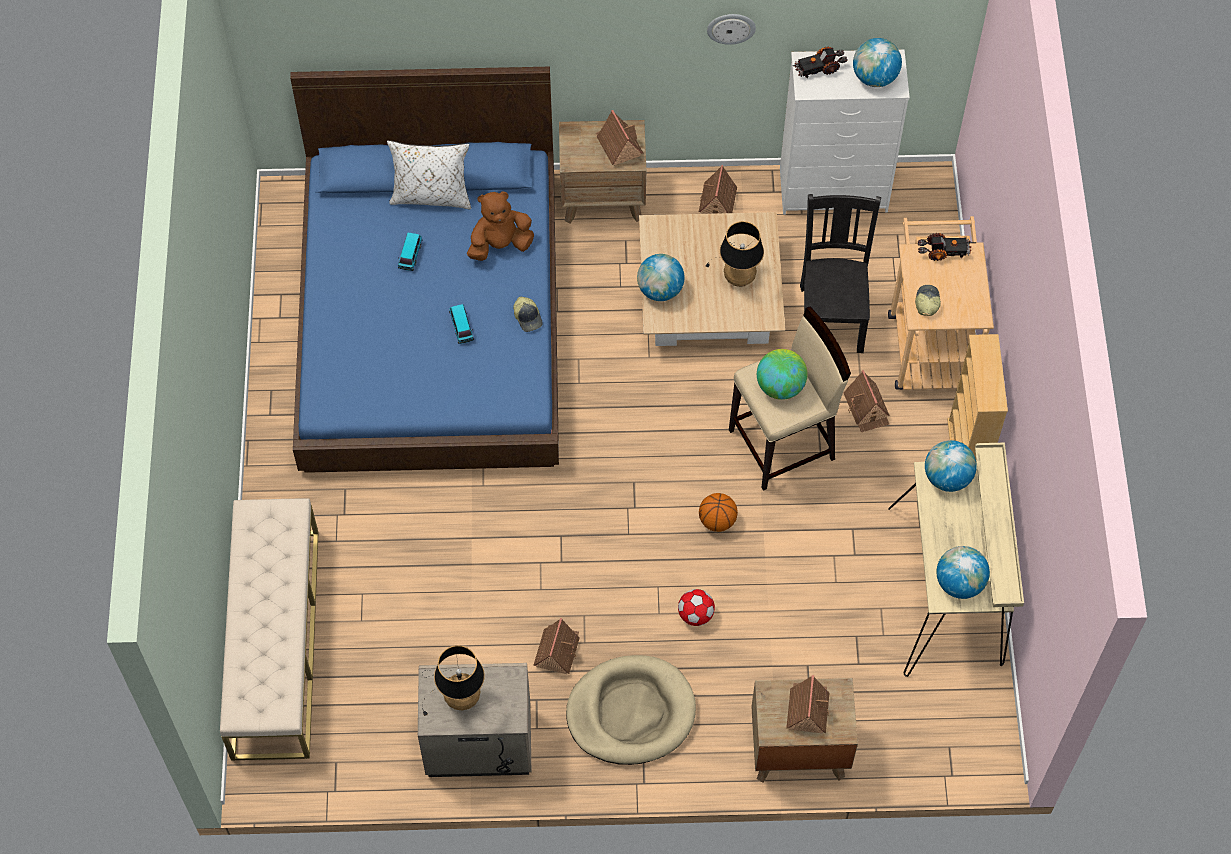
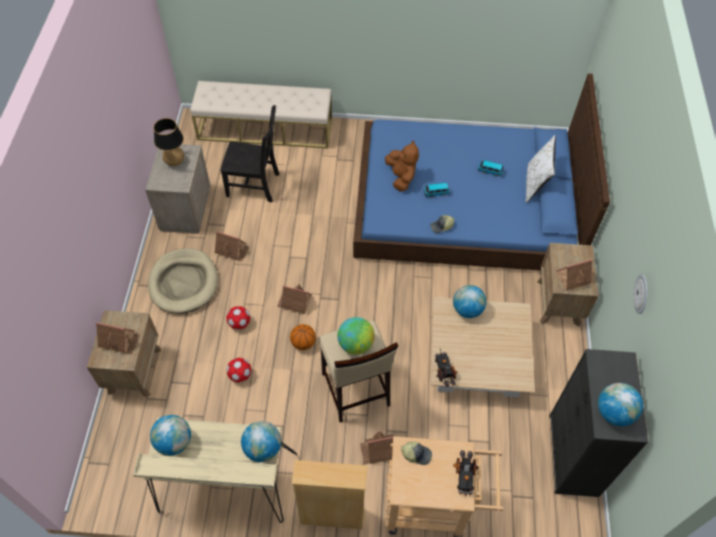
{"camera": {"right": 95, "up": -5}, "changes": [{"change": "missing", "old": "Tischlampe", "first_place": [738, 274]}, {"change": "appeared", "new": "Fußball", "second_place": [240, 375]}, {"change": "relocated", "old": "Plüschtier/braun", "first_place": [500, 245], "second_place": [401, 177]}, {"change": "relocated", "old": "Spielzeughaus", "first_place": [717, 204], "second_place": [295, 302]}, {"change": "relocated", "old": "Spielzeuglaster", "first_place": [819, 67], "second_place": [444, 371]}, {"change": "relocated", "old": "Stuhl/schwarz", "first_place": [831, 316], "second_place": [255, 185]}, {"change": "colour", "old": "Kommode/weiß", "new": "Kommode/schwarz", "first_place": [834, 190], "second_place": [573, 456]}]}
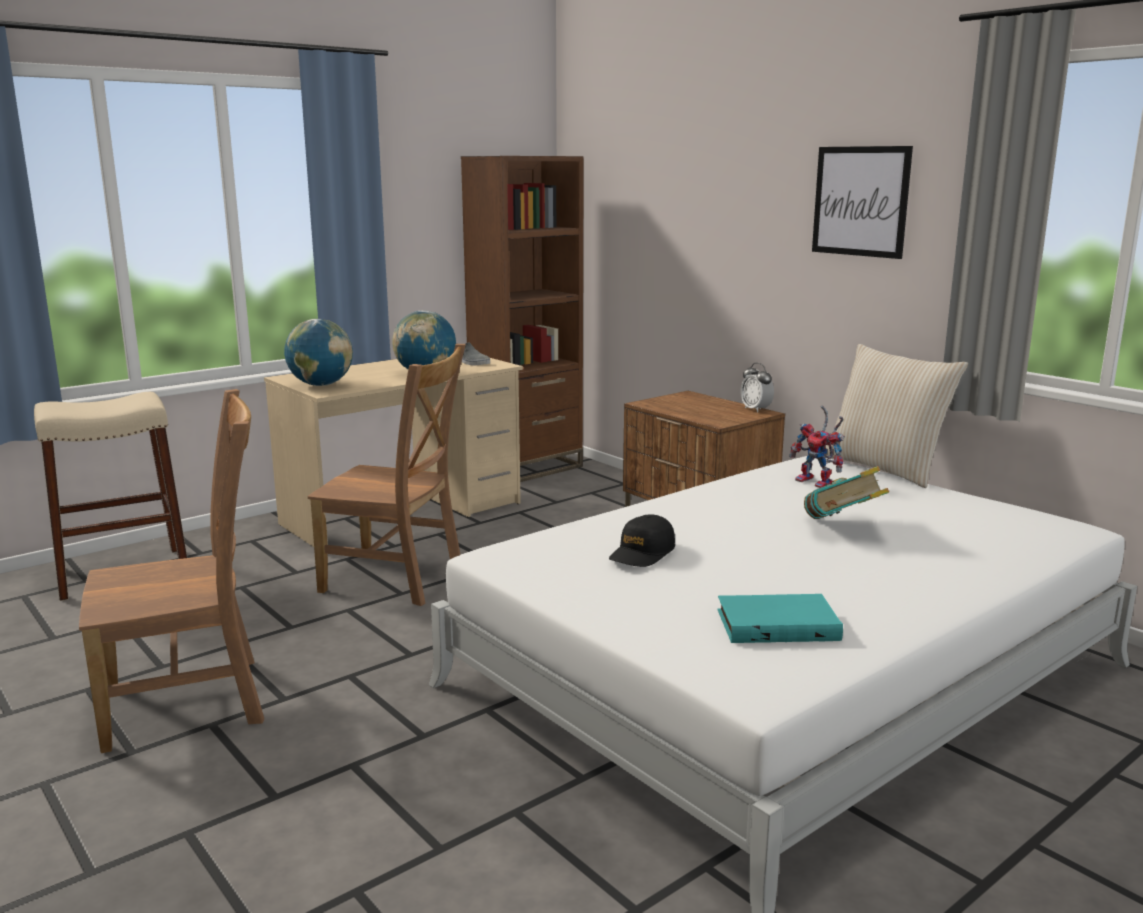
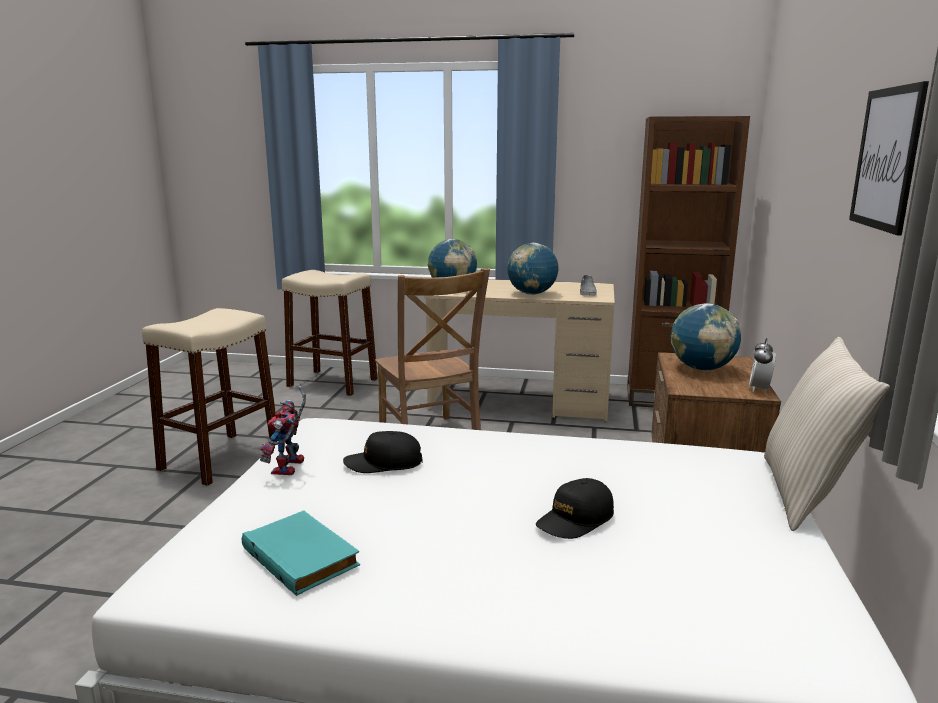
{"camera": {"right": 50, "up": 0}, "changes": [{"change": "appeared", "new": "Globus", "second_place": [702, 369]}, {"change": "relocated", "old": "Spielzeugroboter", "first_place": [818, 482], "second_place": [289, 469]}, {"change": "exchanged", "old": "Stuhl/braun", "new": "Hocker/beige", "first_place": [192, 702], "second_place": [220, 459]}, {"change": "exchanged", "old": "Buch", "new": "Kappe/schwarz", "first_place": [842, 528], "second_place": [575, 520]}]}
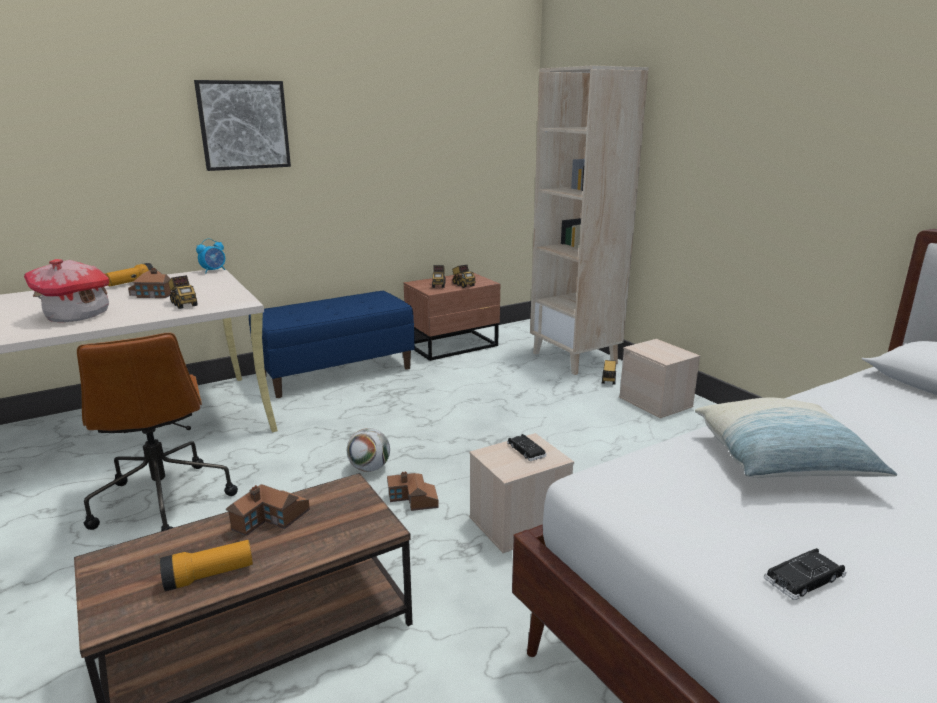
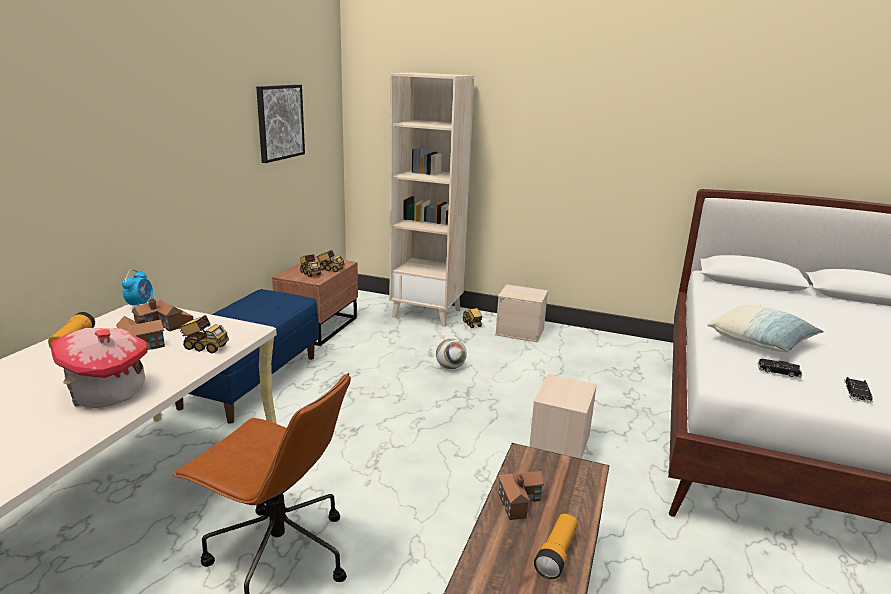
{"camera": {"right": -40, "up": 0}, "changes": [{"change": "relocated", "old": "Bild", "first_place": [244, 125], "second_place": [280, 122]}, {"change": "relocated", "old": "Fußball", "first_place": [369, 468], "second_place": [450, 367]}, {"change": "relocated", "old": "Spielzeughaus", "first_place": [413, 500], "second_place": [165, 325]}, {"change": "relocated", "old": "Spielzeugauto/schwarz", "first_place": [526, 451], "second_place": [778, 371]}]}
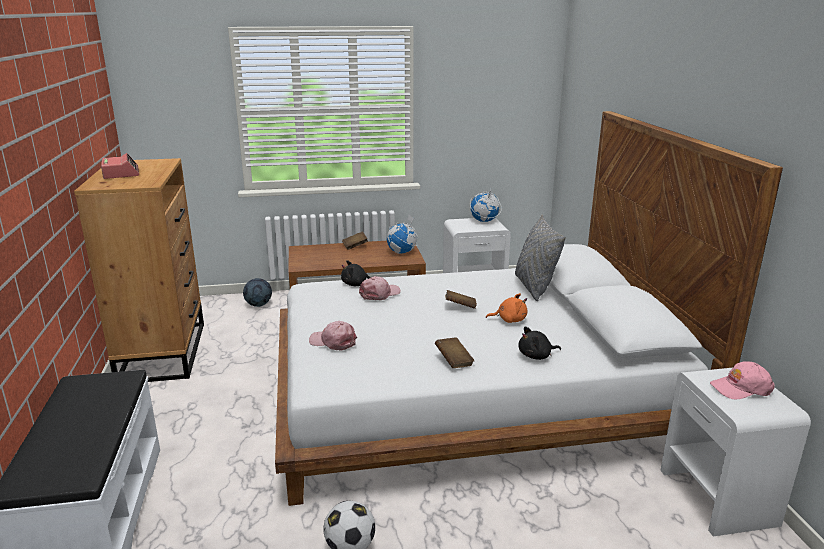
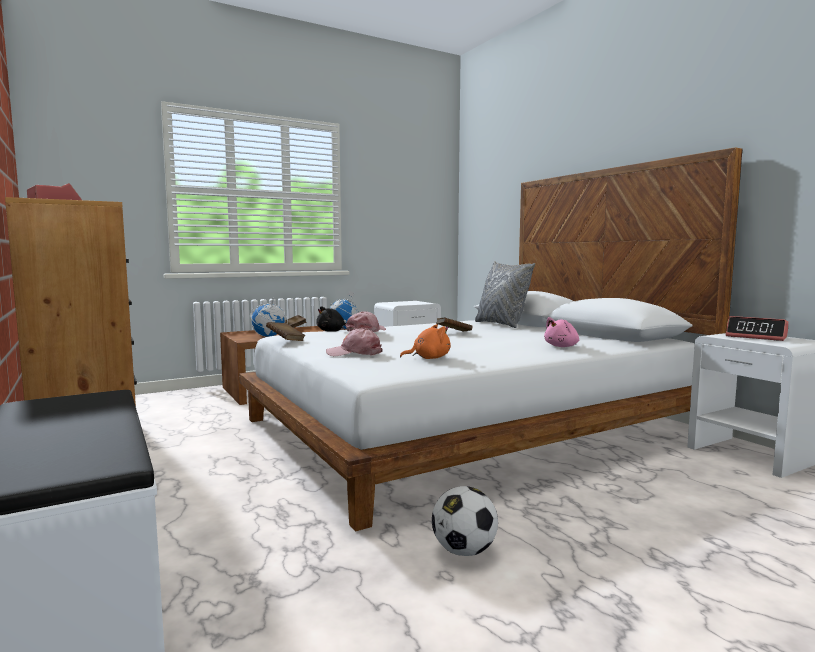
{"camera": {"right": -20, "up": -15}, "changes": [{"change": "missing", "old": "Fußball", "first_place": [259, 305]}, {"change": "relocated", "old": "Buch/braun", "first_place": [454, 361], "second_place": [285, 340]}, {"change": "relocated", "old": "Globus", "first_place": [484, 221], "second_place": [269, 336]}, {"change": "relocated", "old": "Plüschtier/orange", "first_place": [509, 320], "second_place": [428, 358]}, {"change": "exchanged", "old": "Kappe/rosa", "new": "Wecker", "first_place": [741, 388], "second_place": [756, 337]}, {"change": "colour", "old": "Plüschtier/schwarz", "new": "Plüschtier/rosa", "first_place": [536, 356], "second_place": [562, 346]}]}
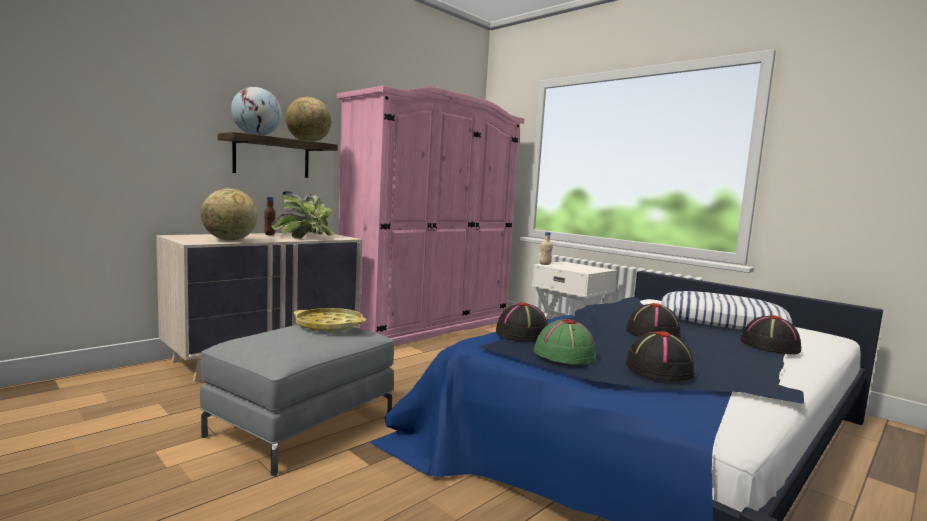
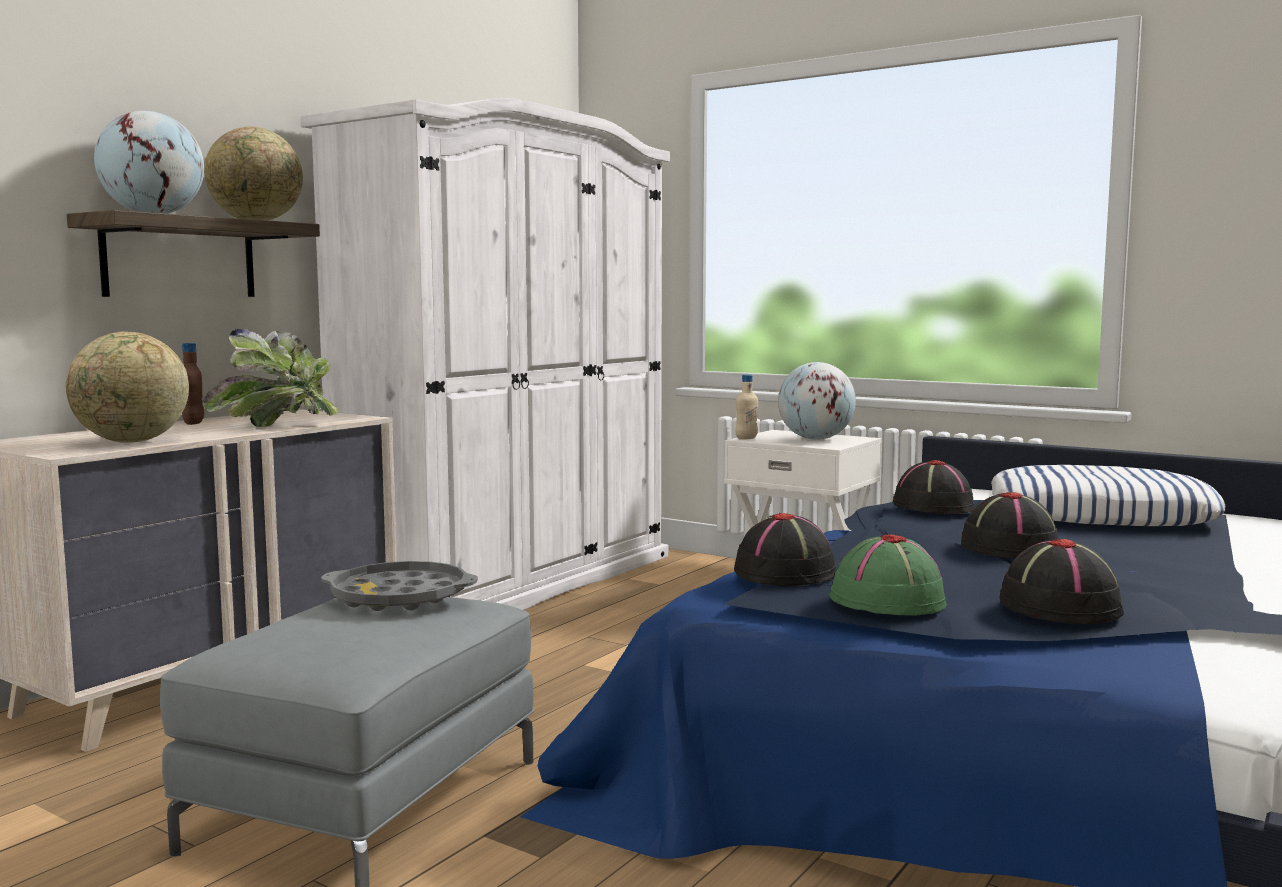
{"camera": {"right": -10, "up": 0}, "changes": [{"change": "appeared", "new": "Globus", "second_place": [815, 439]}, {"change": "relocated", "old": "Hut/schwarz", "first_place": [769, 346], "second_place": [932, 506]}, {"change": "colour", "old": "Tablett/gelb", "new": "Tablett/grau", "first_place": [329, 325], "second_place": [400, 597]}, {"change": "colour", "old": "Kleiderschrank/rosa", "new": "Kleiderschrank/weiß", "first_place": [427, 325], "second_place": [512, 583]}]}
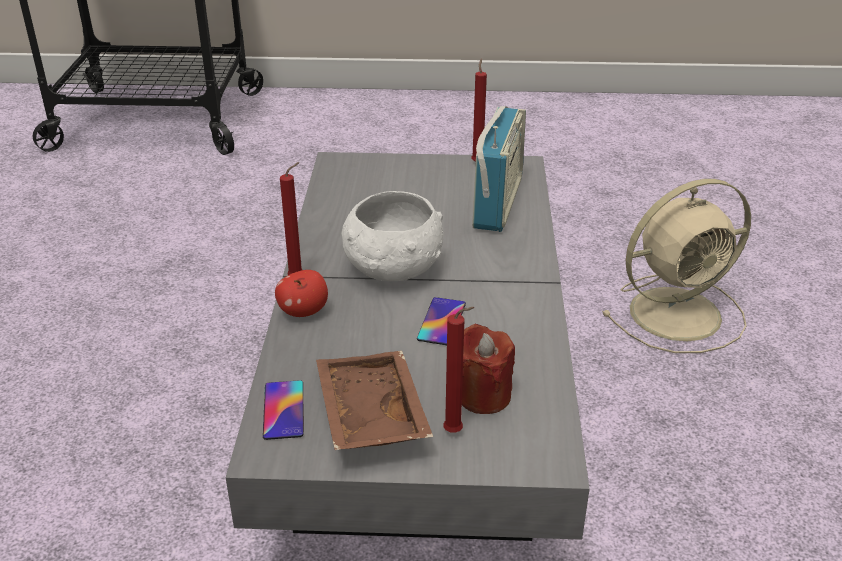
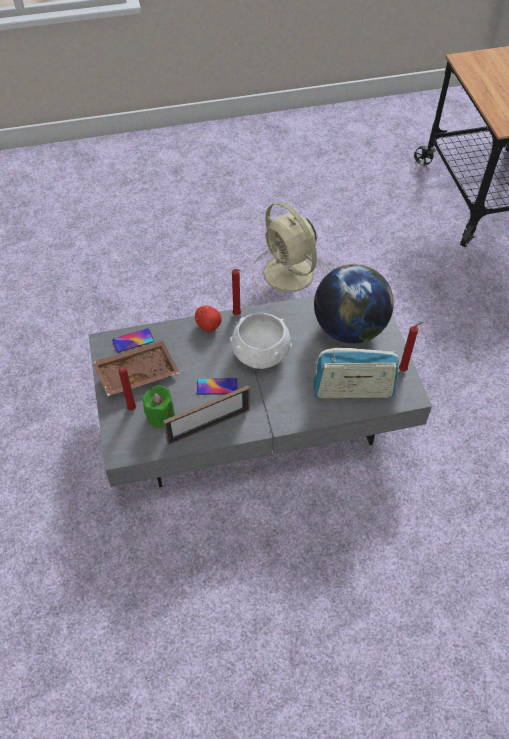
{"camera": {"right": 75, "up": 20}, "changes": [{"change": "appeared", "new": "Bilderrahmen", "second_place": [209, 426]}, {"change": "appeared", "new": "Globus", "second_place": [349, 328]}, {"change": "relocated", "old": "Ventilator/beige", "first_place": [678, 313], "second_place": [290, 275]}, {"change": "colour", "old": "Kerze/rot", "new": "Kerze/grün", "first_place": [483, 396], "second_place": [161, 416]}]}
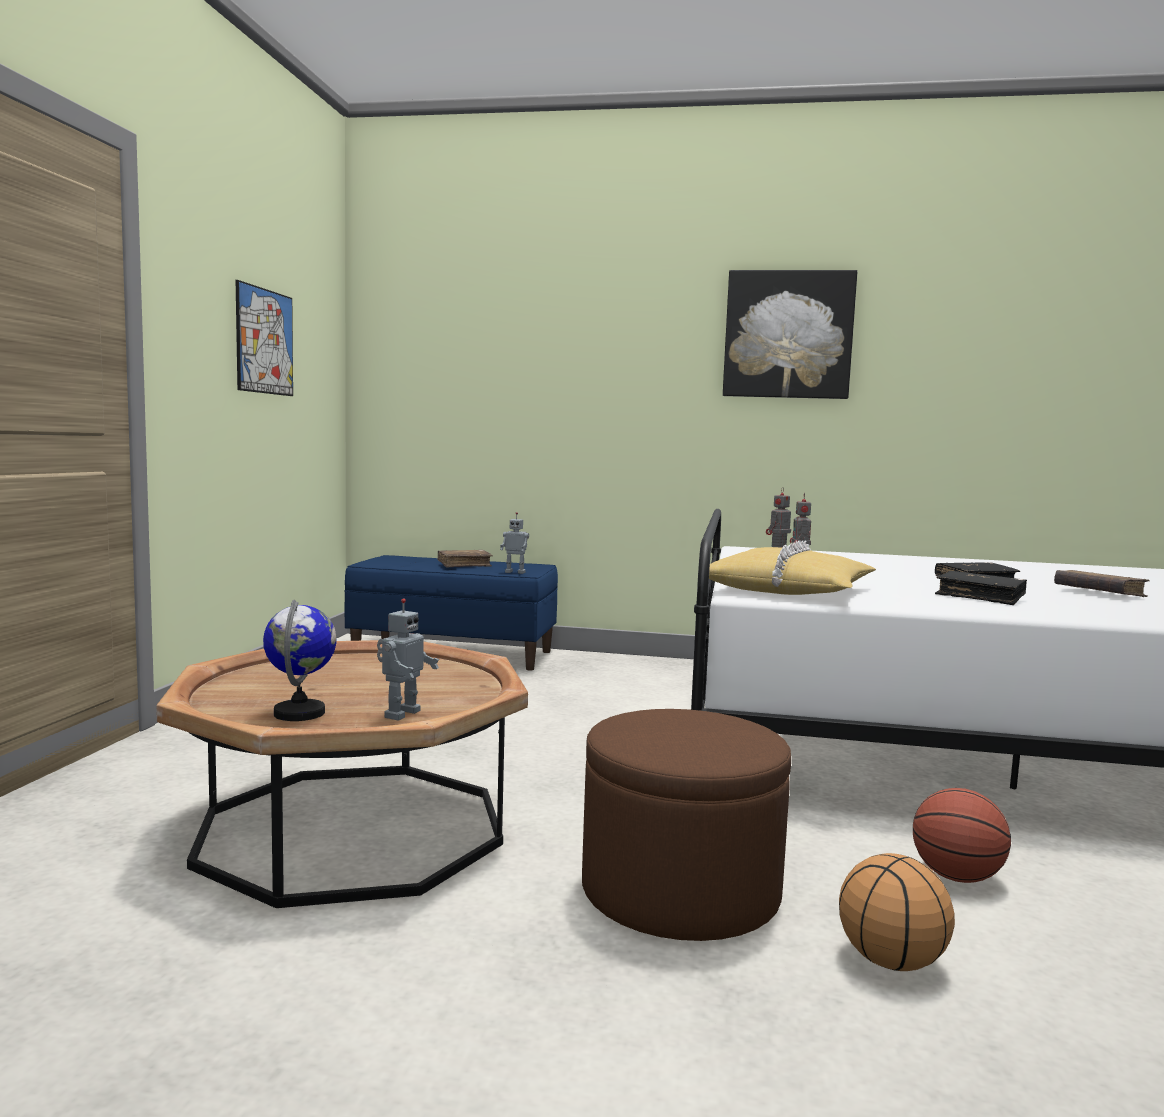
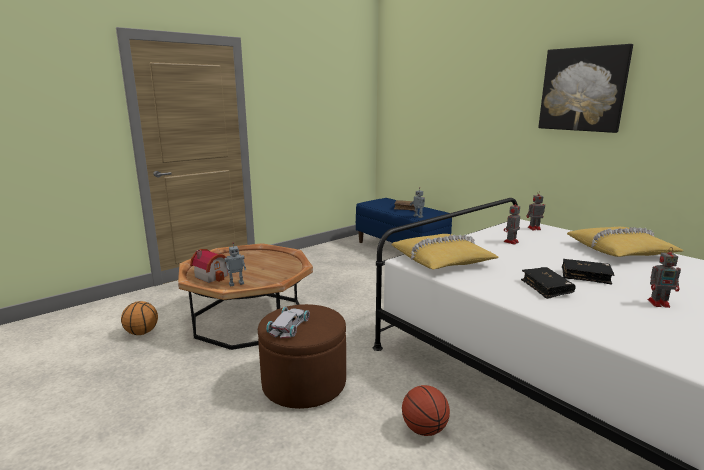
{"camera": {"right": 40, "up": 10}, "changes": [{"change": "missing", "old": "Bild", "first_place": [265, 341]}, {"change": "appeared", "new": "Spielzeugauto/weiß", "second_place": [289, 326]}, {"change": "appeared", "new": "Kissen/gelb", "second_place": [620, 251]}, {"change": "relocated", "old": "Basketball", "first_place": [889, 961], "second_place": [142, 332]}, {"change": "exchanged", "old": "Globus", "new": "Spielzeughaus", "first_place": [300, 713], "second_place": [212, 275]}, {"change": "exchanged", "old": "Buch/braun", "new": "Spielzeugroboter", "first_place": [1098, 593], "second_place": [659, 303]}]}
